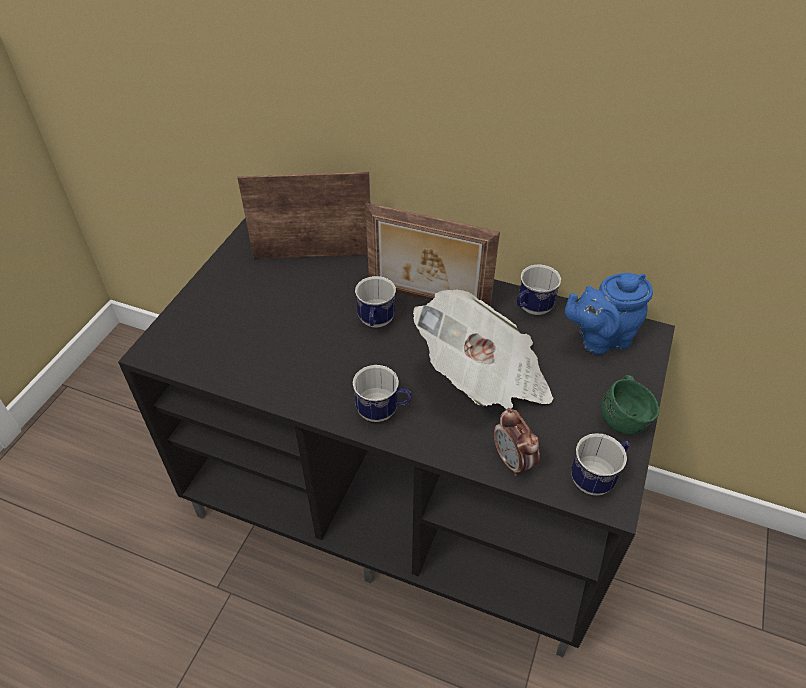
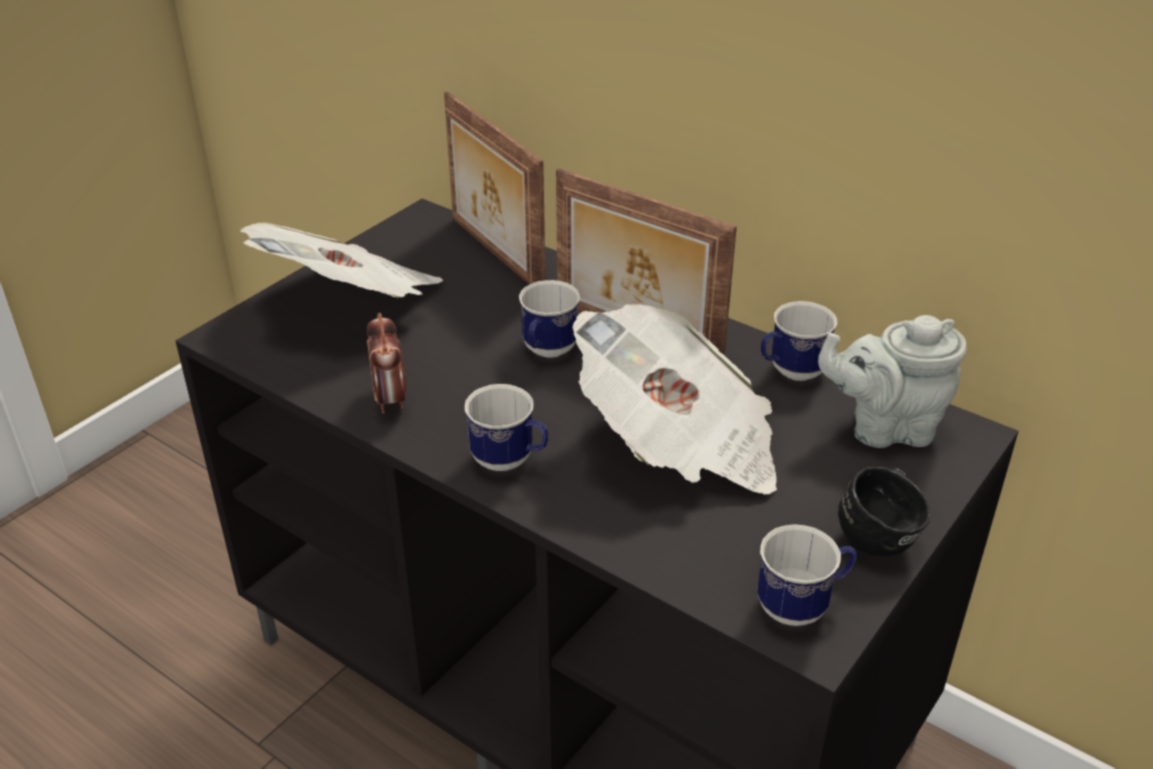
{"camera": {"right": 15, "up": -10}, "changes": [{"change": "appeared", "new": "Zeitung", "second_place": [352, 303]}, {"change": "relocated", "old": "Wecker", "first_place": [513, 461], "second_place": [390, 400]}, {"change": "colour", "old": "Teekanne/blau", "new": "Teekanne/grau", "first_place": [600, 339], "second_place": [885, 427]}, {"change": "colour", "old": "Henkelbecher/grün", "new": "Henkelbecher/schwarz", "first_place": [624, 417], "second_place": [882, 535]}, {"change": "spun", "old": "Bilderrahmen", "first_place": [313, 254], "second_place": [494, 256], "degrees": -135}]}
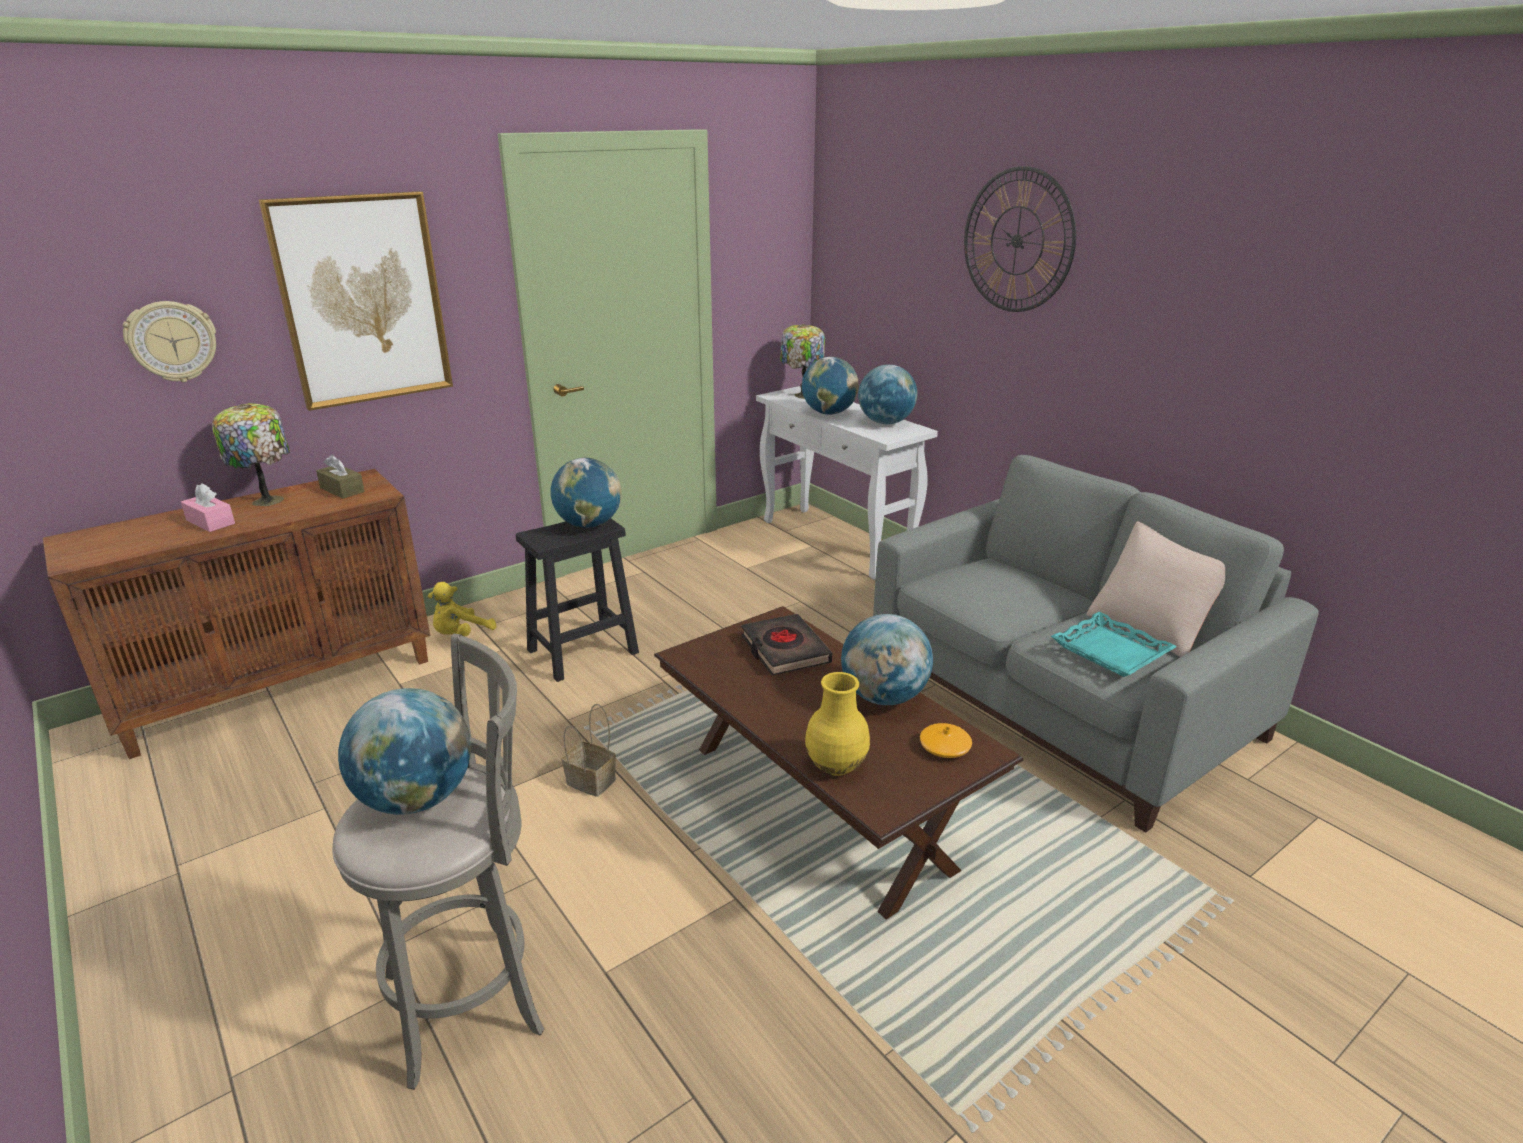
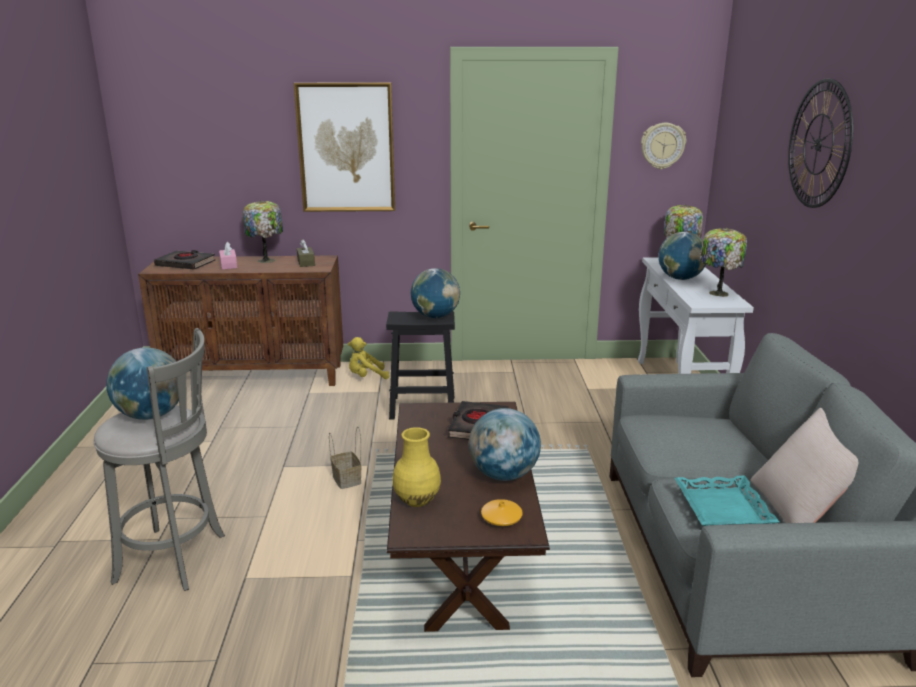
{"camera": {"right": 35, "up": -5}, "changes": [{"change": "appeared", "new": "Buch/schwarz", "second_place": [186, 264]}, {"change": "relocated", "old": "Wanduhr", "first_place": [172, 341], "second_place": [662, 146]}, {"change": "exchanged", "old": "Globus", "new": "Tischlampe", "first_place": [886, 423], "second_place": [717, 293]}]}
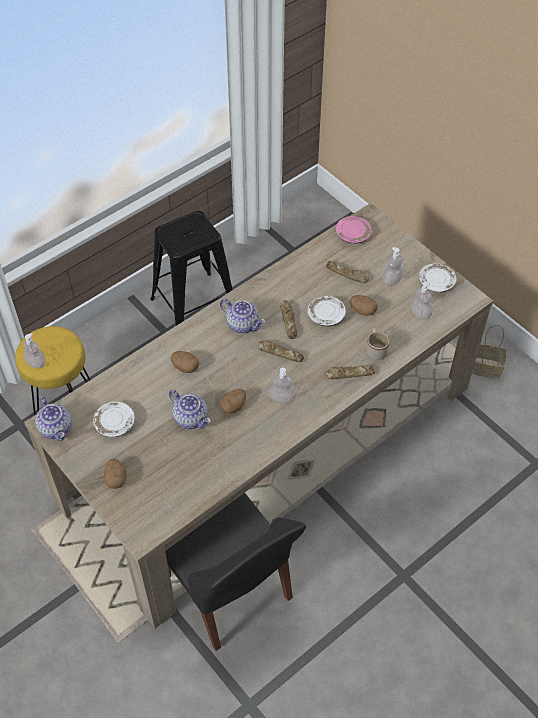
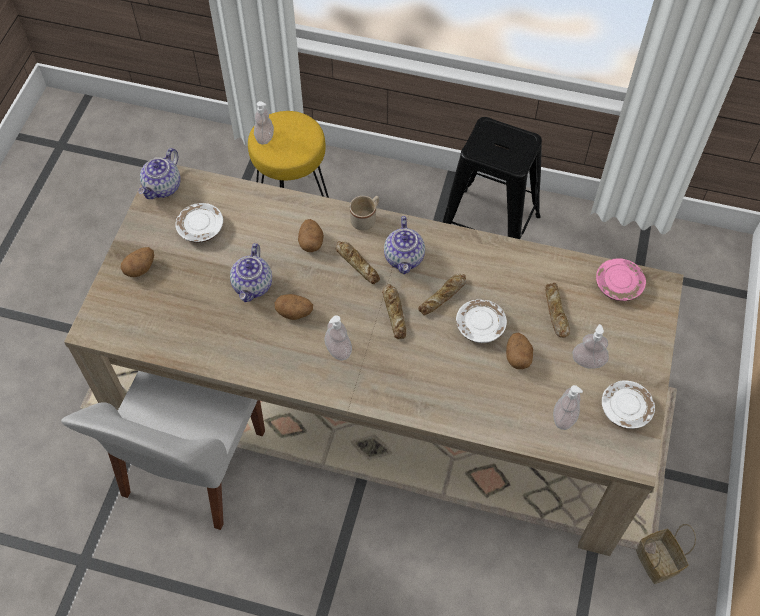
{"camera": {"right": 55, "up": 5}, "changes": [{"change": "relocated", "old": "Brot", "first_place": [349, 374], "second_place": [358, 264]}, {"change": "relocated", "old": "Henkelbecher/beige", "first_place": [375, 350], "second_place": [366, 219]}, {"change": "colour", "old": "Stuhl/schwarz", "new": "Stuhl/weiß", "first_place": [229, 590], "second_place": [192, 467]}]}
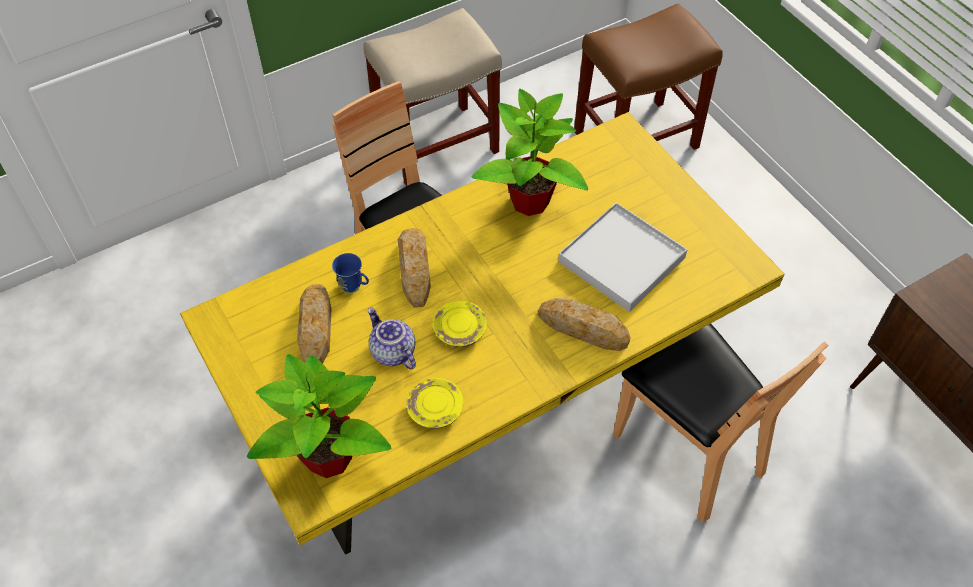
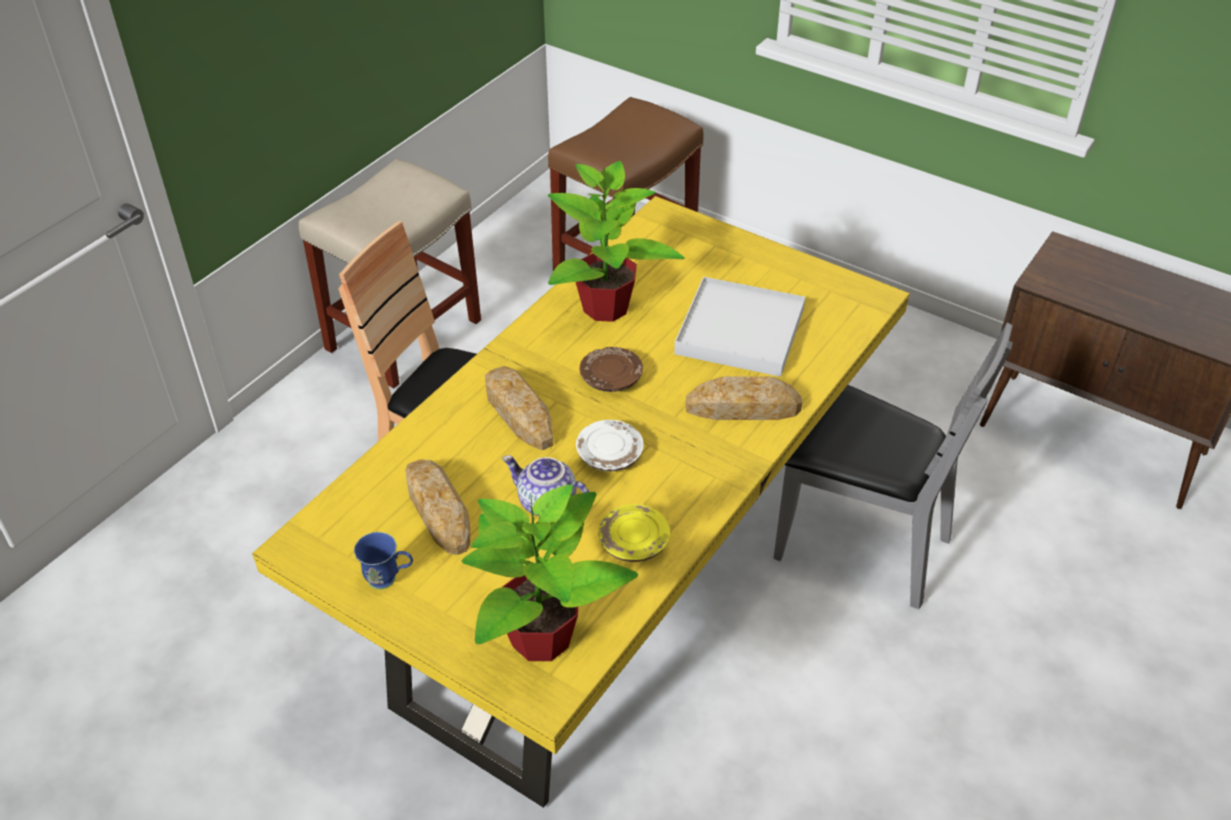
{"camera": {"right": -25, "up": -10}, "changes": [{"change": "appeared", "new": "Teller/braun", "second_place": [611, 378]}, {"change": "relocated", "old": "Henkelbecher/blau", "first_place": [355, 288], "second_place": [389, 580]}, {"change": "colour", "old": "Teller/gelb", "new": "Teller/weiß", "first_place": [460, 330], "second_place": [610, 454]}, {"change": "colour", "old": "Stuhl/braun", "new": "Stuhl/grau", "first_place": [688, 450], "second_place": [861, 544]}]}
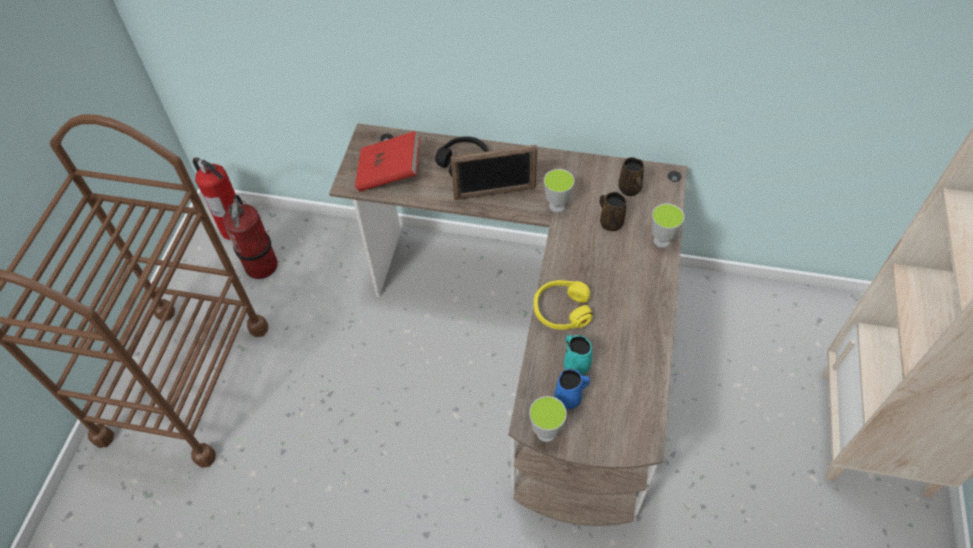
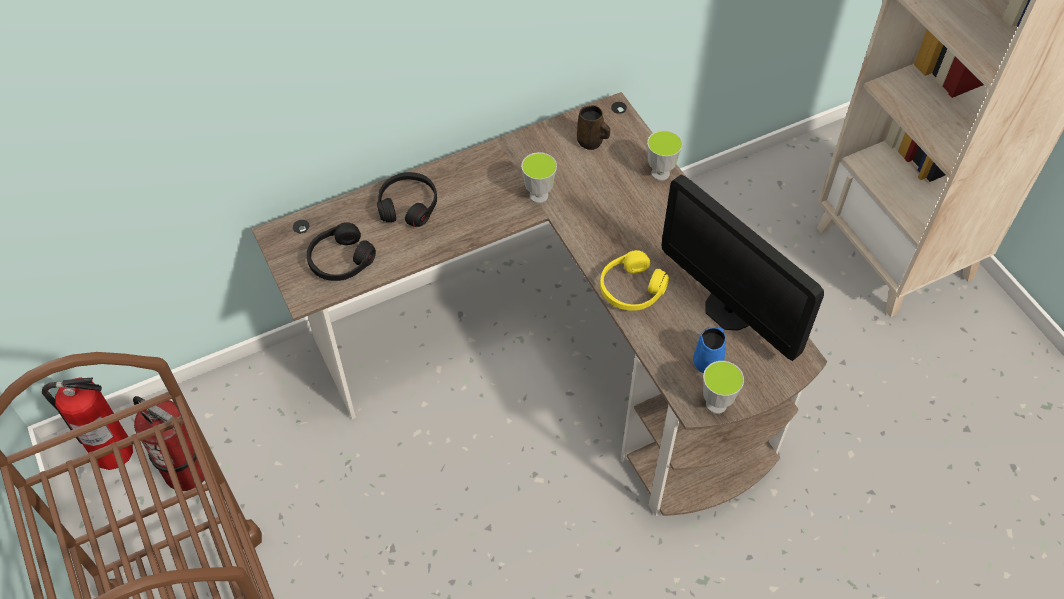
{"camera": {"right": -40, "up": 0}, "changes": [{"change": "missing", "old": "Bilderrahmen", "first_place": [495, 193]}, {"change": "missing", "old": "Henkelbecher/türkis", "first_place": [575, 364]}, {"change": "missing", "old": "Henkelbecher/braun", "first_place": [610, 222]}, {"change": "appeared", "new": "Monitor", "second_place": [729, 310]}, {"change": "exchanged", "old": "Buch/rot", "new": "Kopfhörer/schwarz", "first_place": [389, 173], "second_place": [340, 260]}]}
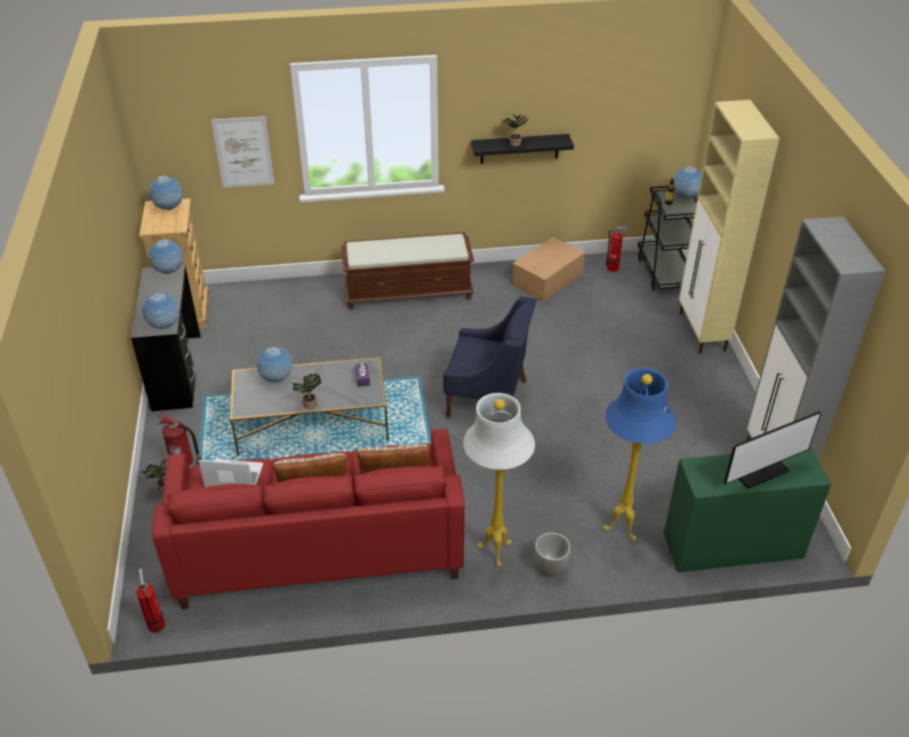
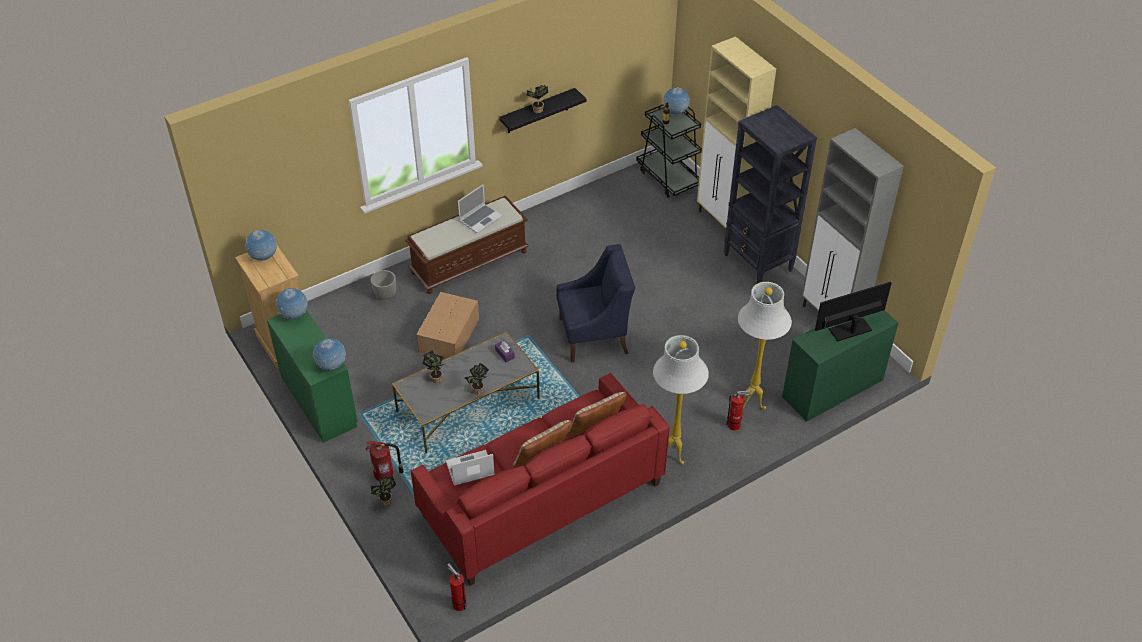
{"camera": {"right": -25, "up": 5}, "changes": [{"change": "missing", "old": "Bild", "first_place": [243, 152]}, {"change": "appeared", "new": "Laptop", "second_place": [480, 219]}, {"change": "appeared", "new": "Bücherregal/schwarz", "second_place": [758, 263]}, {"change": "relocated", "old": "Karton", "first_place": [548, 279], "second_place": [450, 334]}, {"change": "relocated", "old": "Pflanzkübel", "first_place": [550, 566], "second_place": [385, 294]}, {"change": "relocated", "old": "Feuerlöscher", "first_place": [614, 268], "second_place": [735, 425]}, {"change": "exchanged", "old": "Globus", "new": "Topfpflanze", "first_place": [276, 379], "second_place": [435, 378]}, {"change": "colour", "old": "Schreibtisch/schwarz", "new": "Schreibtisch/grün", "first_place": [176, 372], "second_place": [318, 401]}, {"change": "colour", "old": "Stehlampe/blau", "new": "Stehlampe/weiß", "first_place": [621, 527], "second_place": [751, 403]}, {"change": "spun", "old": "Monitor", "first_place": [760, 472], "second_place": [850, 330], "degrees": -150}]}
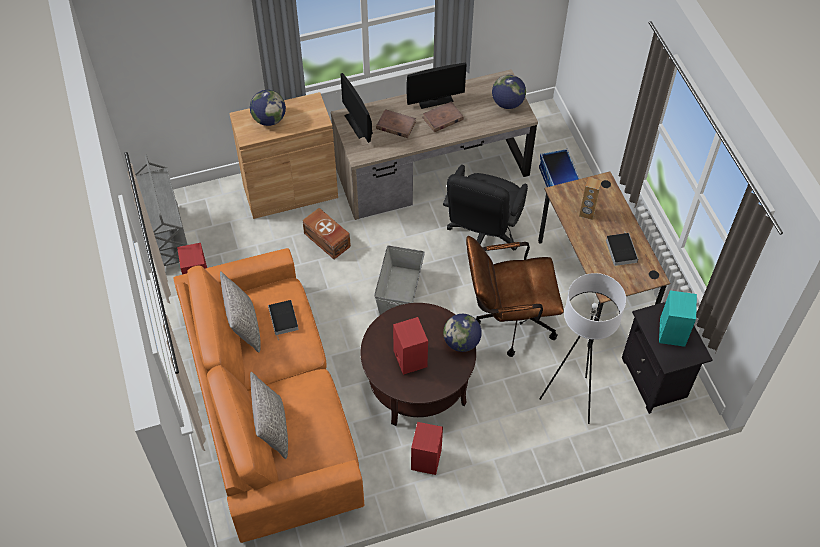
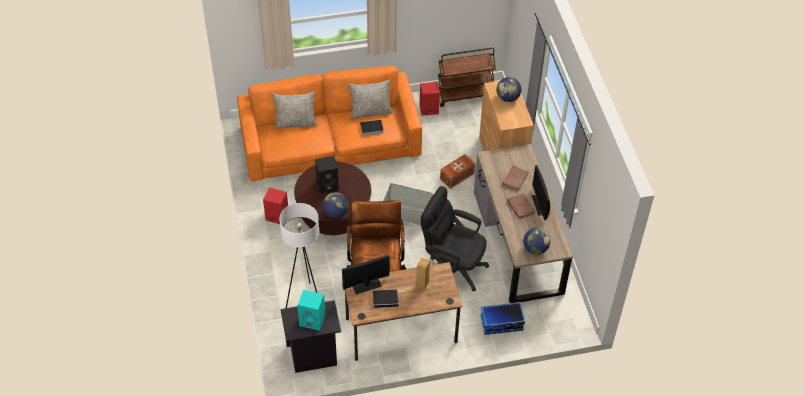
{"camera": {"right": 95, "up": -5}, "changes": [{"change": "relocated", "old": "Monitor", "first_place": [358, 124], "second_place": [366, 285]}, {"change": "colour", "old": "Rollwagen/grau", "new": "Rollwagen/braun", "first_place": [168, 239], "second_place": [464, 95]}, {"change": "colour", "old": "Lautsprecher/rot", "new": "Lautsprecher/schwarz", "first_place": [409, 358], "second_place": [328, 185]}]}
